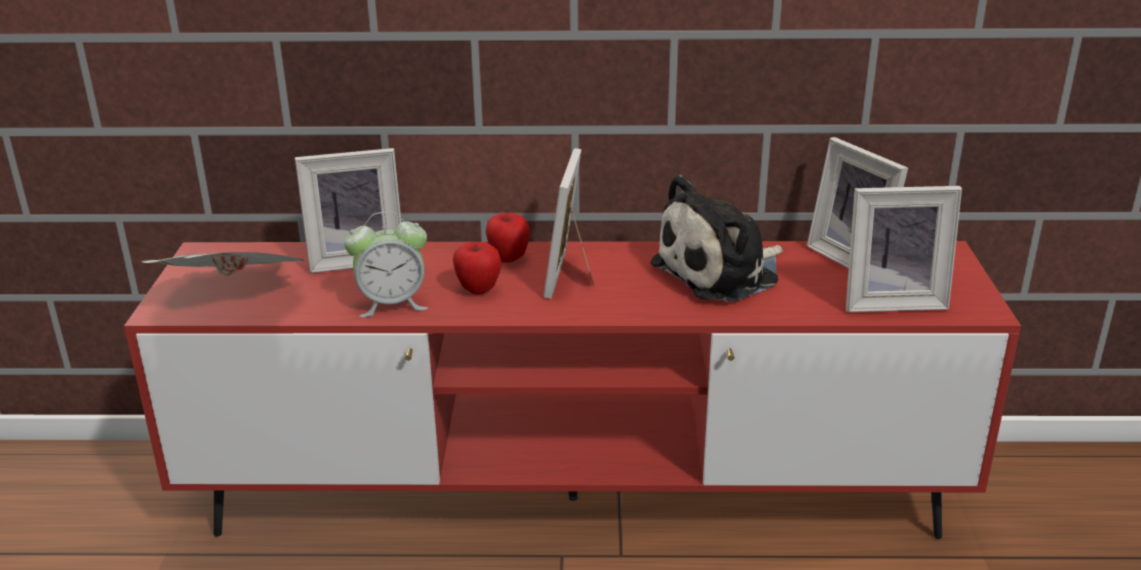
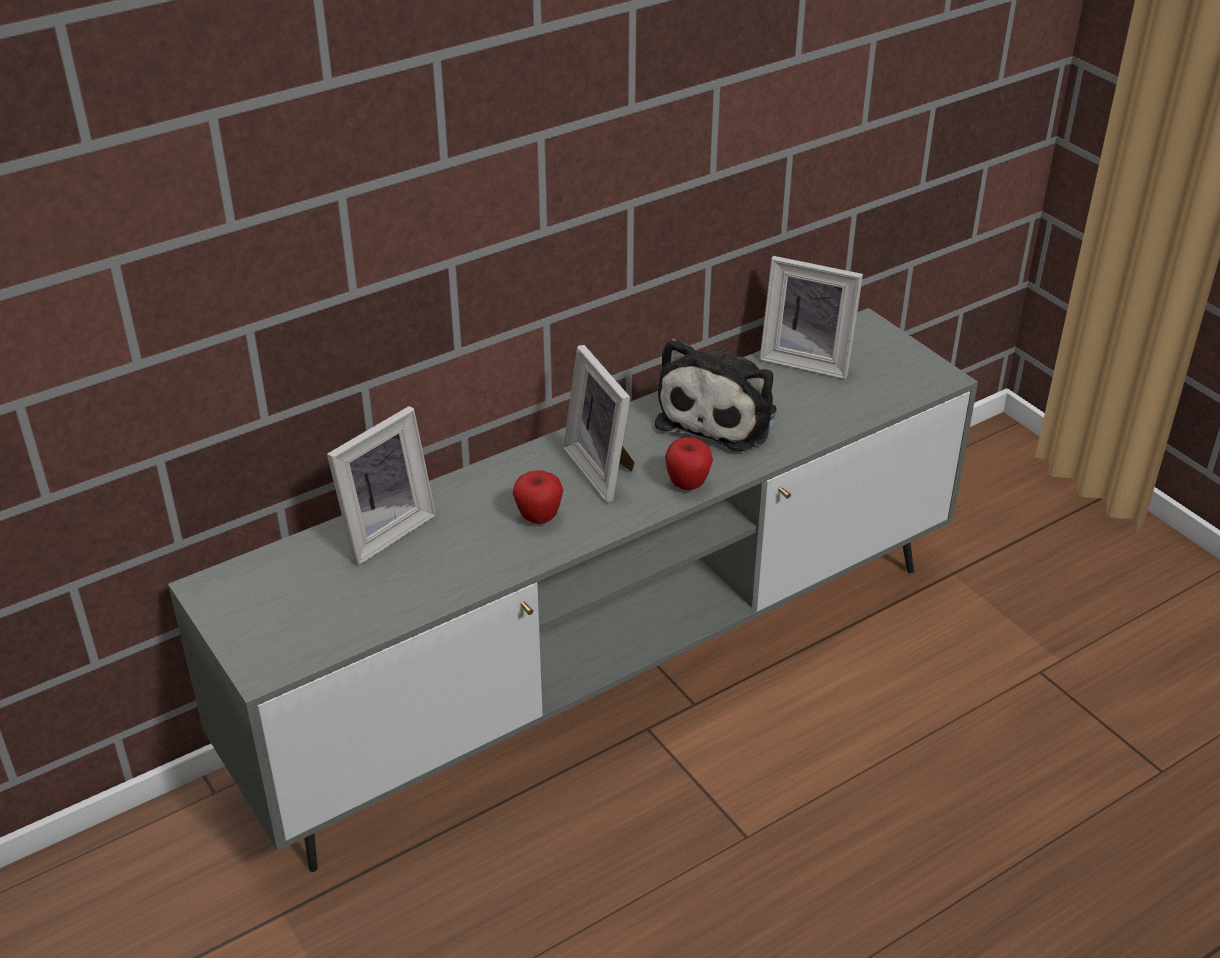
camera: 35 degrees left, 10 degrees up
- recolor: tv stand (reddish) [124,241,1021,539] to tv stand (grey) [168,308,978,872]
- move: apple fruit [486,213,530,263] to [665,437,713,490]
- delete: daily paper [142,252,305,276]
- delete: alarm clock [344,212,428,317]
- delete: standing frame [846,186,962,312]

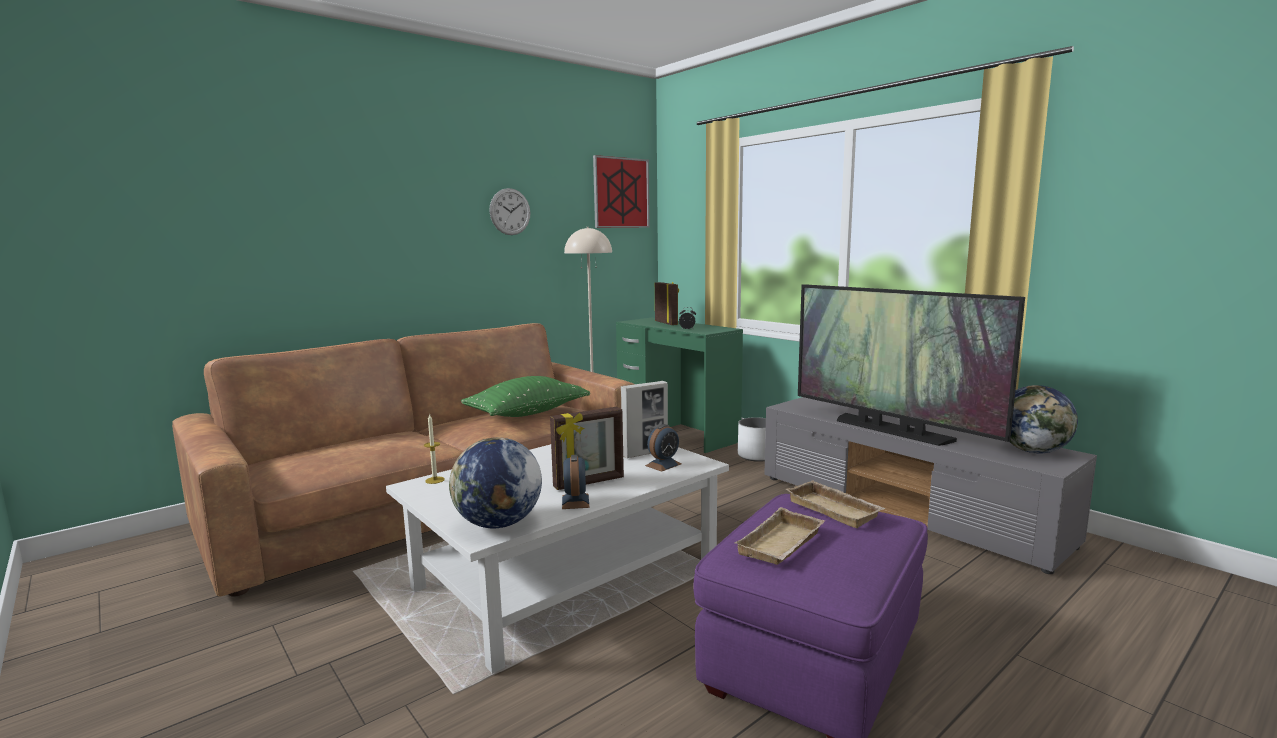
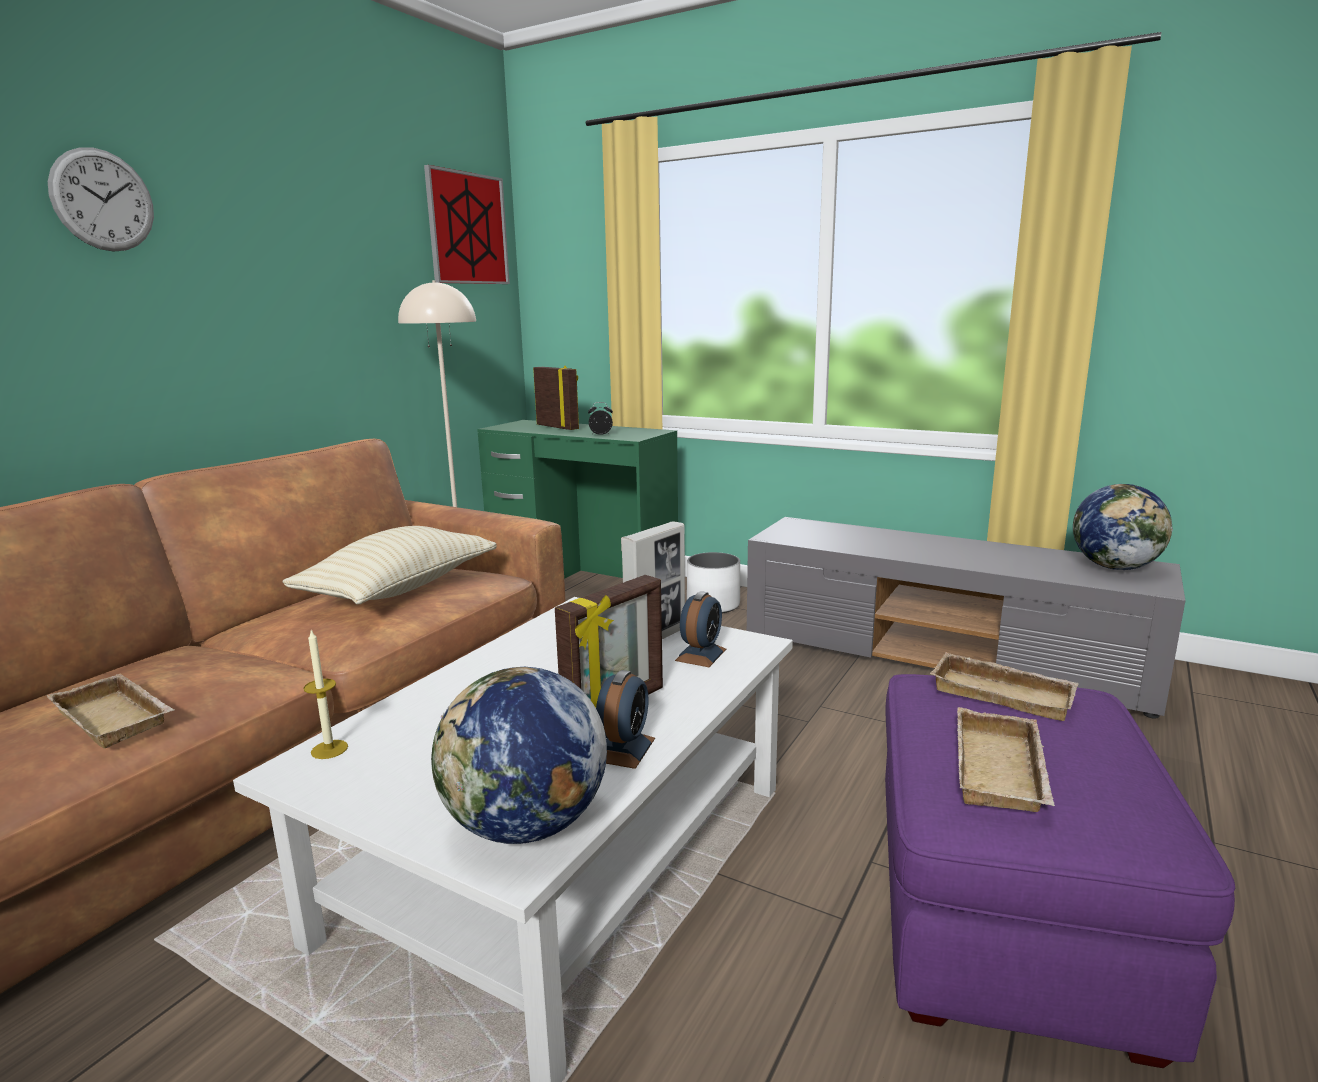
camera: 20 degrees left, 5 degrees up
- insert: tray (beige-coloured) [47,673,174,748]
- move: hanging clock [489,188,530,235] to [48,147,154,252]
- recolor: throw pillow (greenish) [461,376,590,417] to throw pillow (beige-coloured) [282,526,497,604]
- rotate: alarm clock [562,455,590,509] = [596,670,655,769] 45 degrees clockwise
- delete: TV [798,284,1025,446]

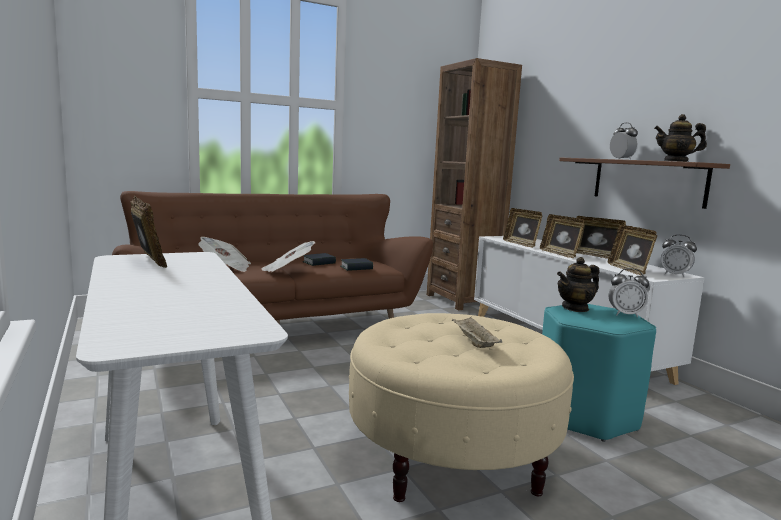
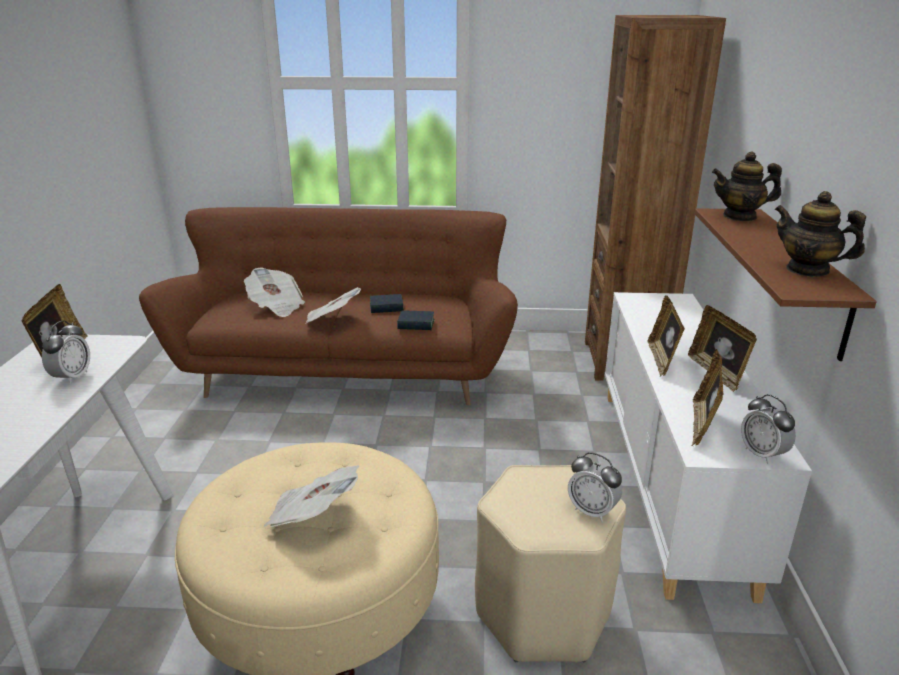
camera: 30 degrees right, 15 degrees up
- move: alarm clock [610,122,638,160] to [42,320,90,384]
- replace: tray (beige-coloured) [452,317,502,348] to daily paper [263,465,359,527]
- recolor: sitting stool (turquoise-coloured) [542,304,656,442] to sitting stool (beige-coloured) [475,465,626,662]
- move: teapot [557,257,599,312] to [712,152,782,221]
- delete: standing frame [503,208,542,248]

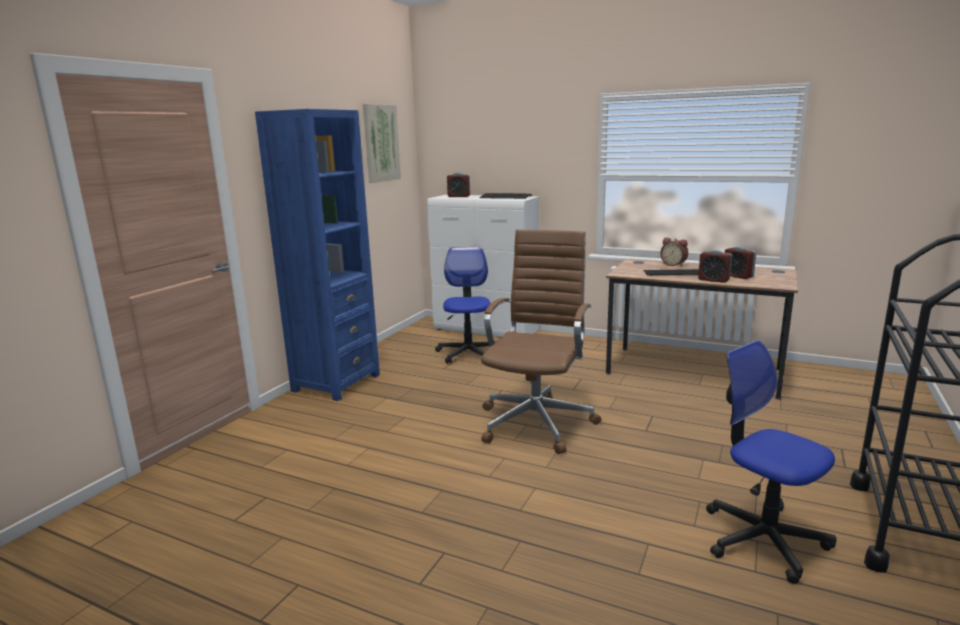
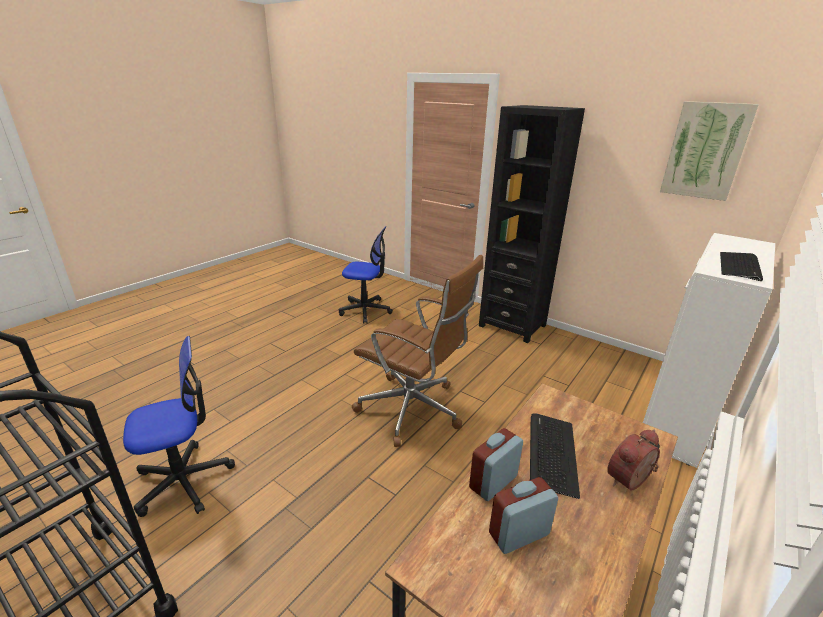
camera: 100 degrees right, 10 degrees up
- move: office chair [435,247,497,364] to [339,226,393,324]
- recolor: bookshelf (blue) [255,109,380,401] to bookshelf (black) [479,105,585,343]
- delete: alarm clock [447,173,470,197]

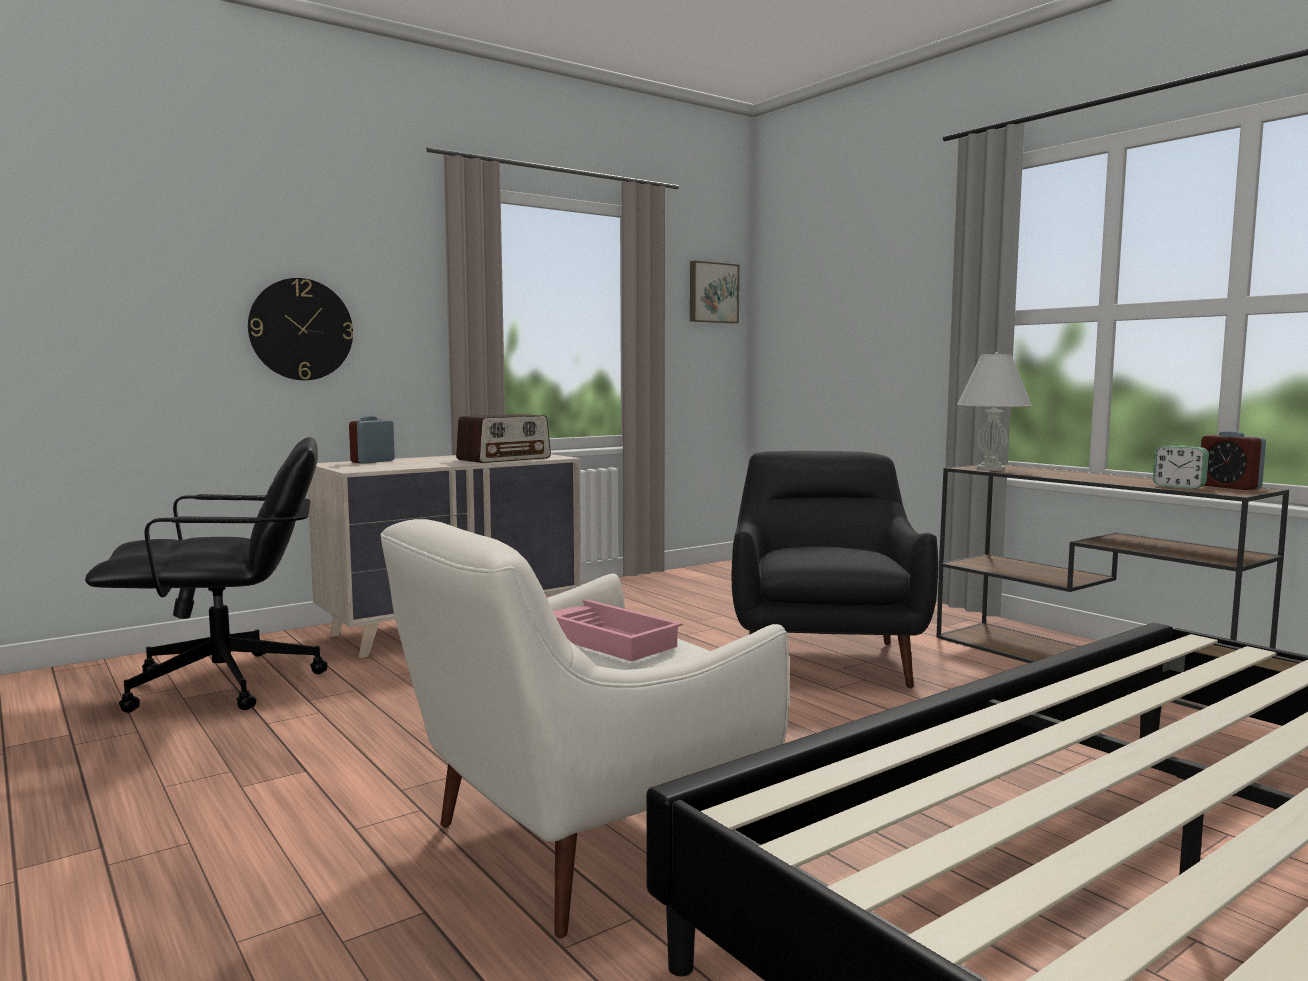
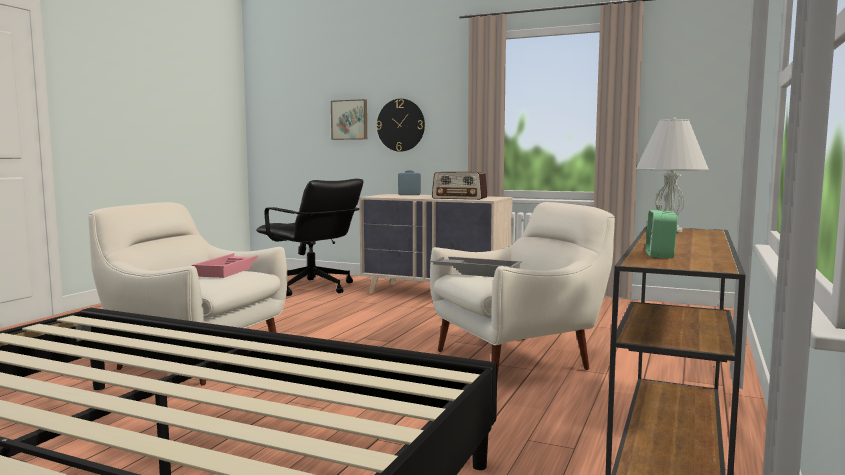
camera: 60 degrees right, 0 degrees up
- move: wall picture [690,261,740,323] to [331,99,367,140]
- recolor: lounge chair (black) [732,451,938,688] to lounge chair (white-coloured) [430,202,615,377]
- insert: tray (grey) [431,257,522,277]
- delete: alarm clock [1201,431,1266,490]

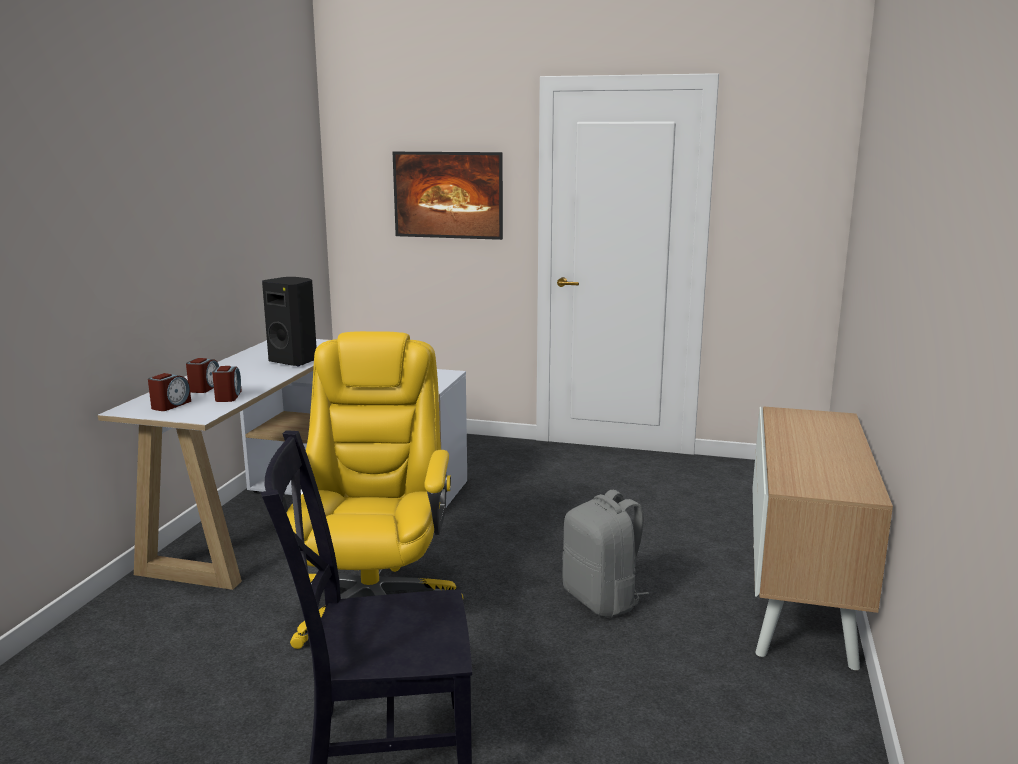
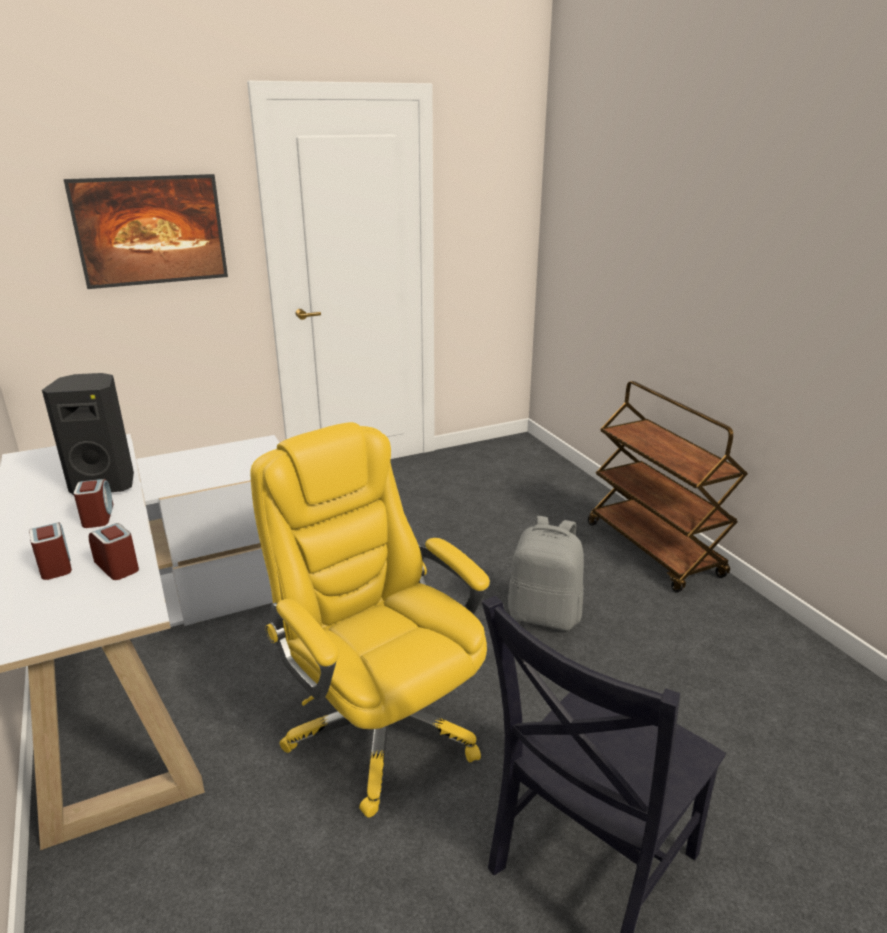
camera: 40 degrees left, 10 degrees up
- move: alarm clock [148,373,191,411] to [74,479,114,528]
- replace: cabinet [753,406,893,670] to wheeled cart (brown-coloured) [588,381,748,593]

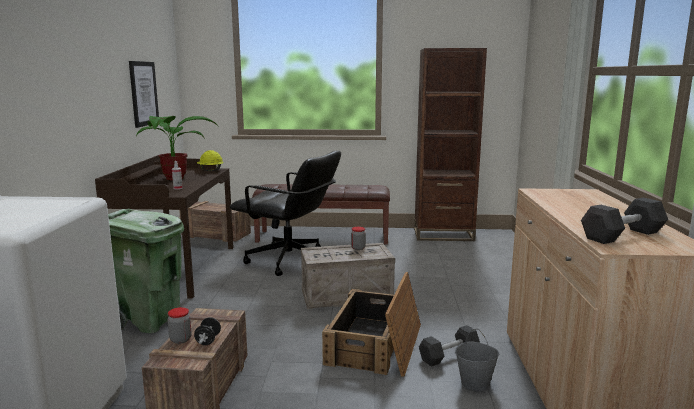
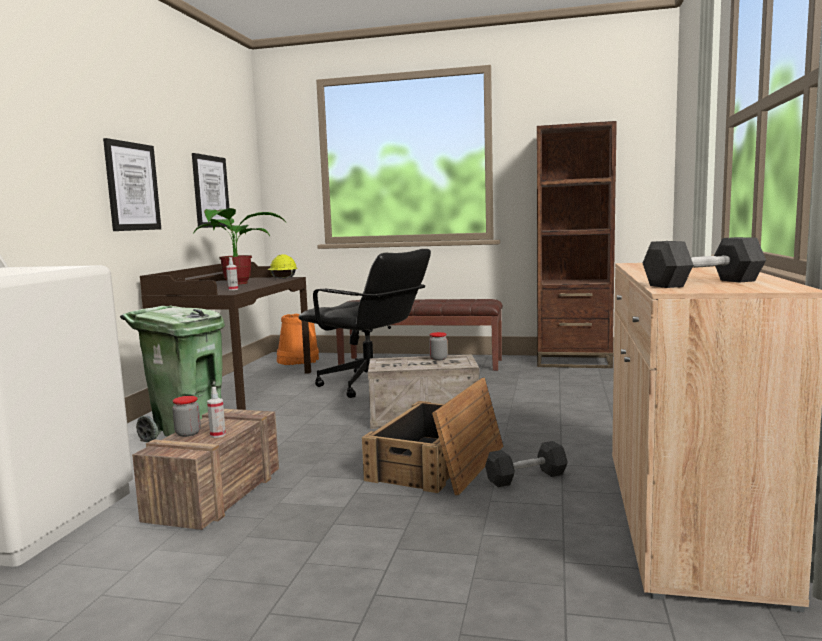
camera: 10 degrees right, 5 degrees down
- insert: wall picture [103,138,161,231]
- replace: dumbbell (black) [194,317,221,345] to sprayer [207,387,226,438]
- replace: packing crate [179,201,251,242] to pail (orange-coloured) [277,313,319,365]
- delete: pail (grey) [455,329,499,391]

